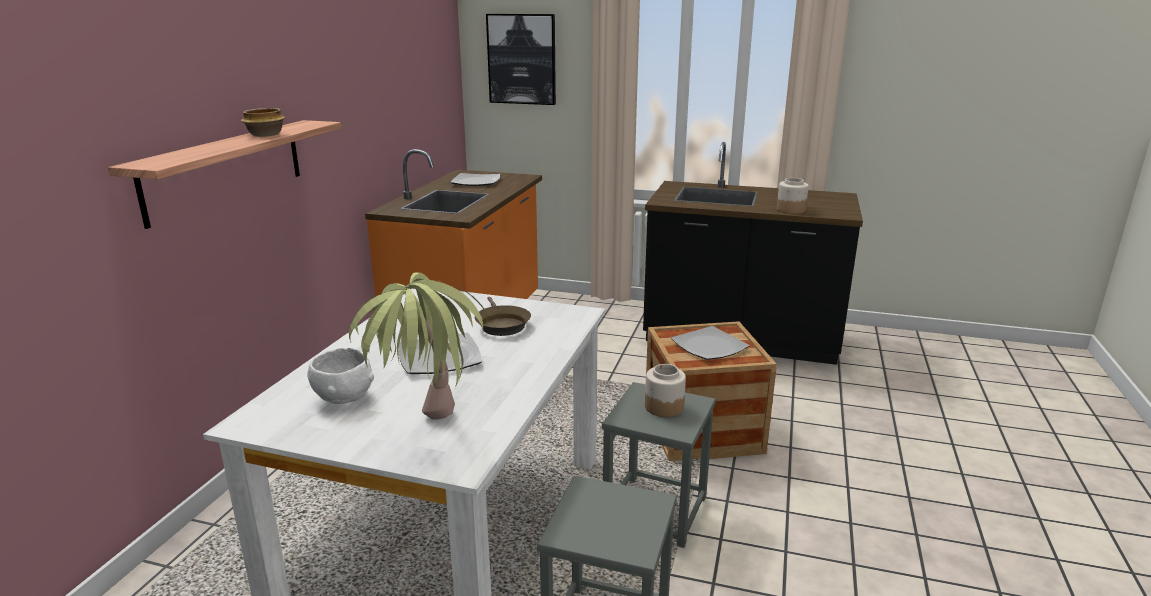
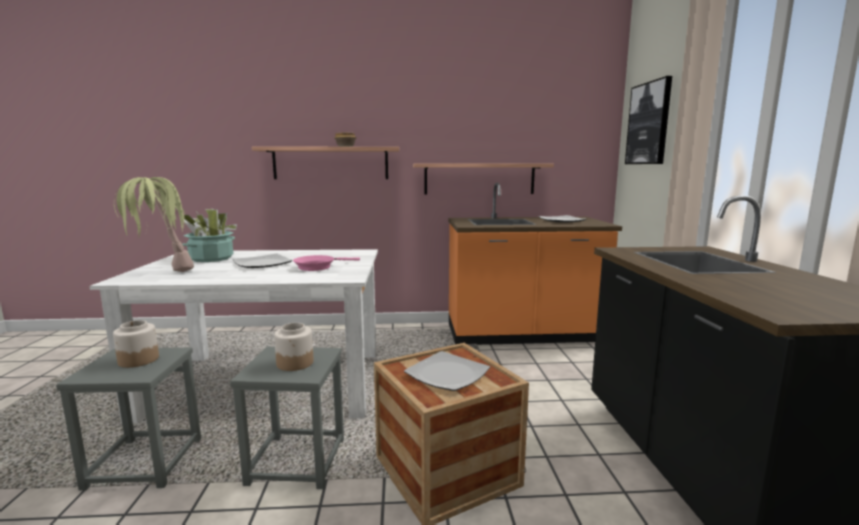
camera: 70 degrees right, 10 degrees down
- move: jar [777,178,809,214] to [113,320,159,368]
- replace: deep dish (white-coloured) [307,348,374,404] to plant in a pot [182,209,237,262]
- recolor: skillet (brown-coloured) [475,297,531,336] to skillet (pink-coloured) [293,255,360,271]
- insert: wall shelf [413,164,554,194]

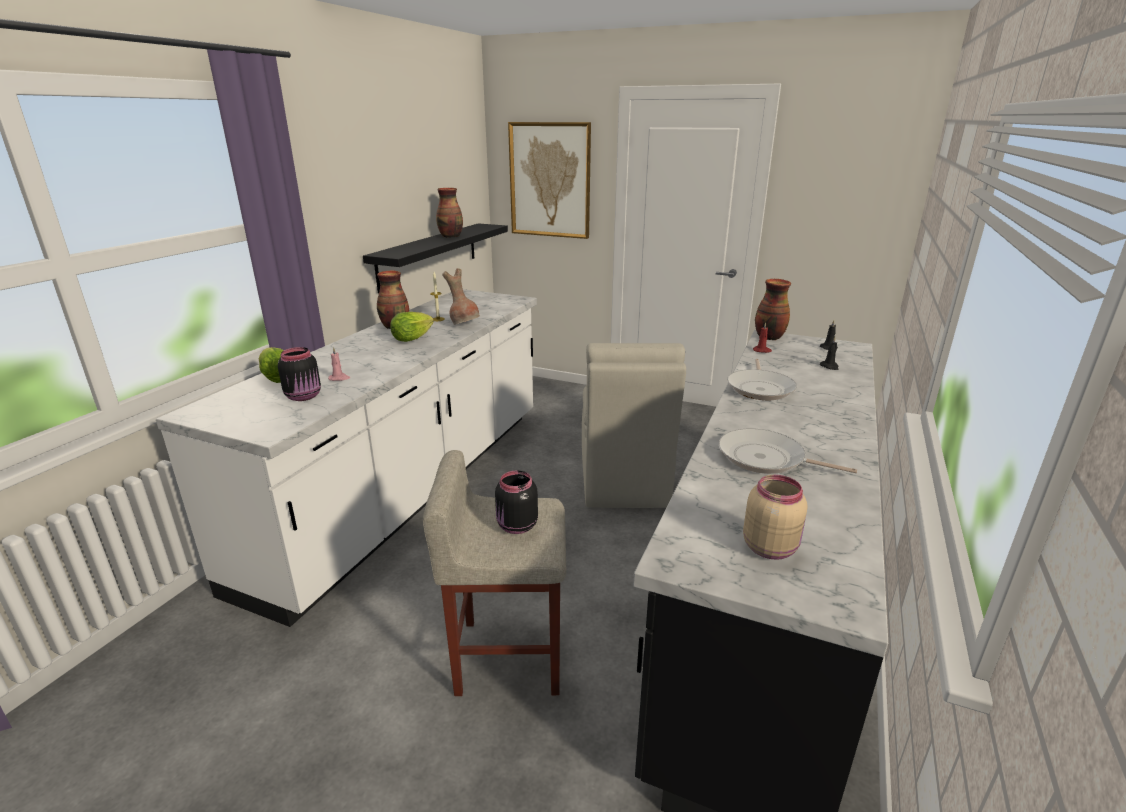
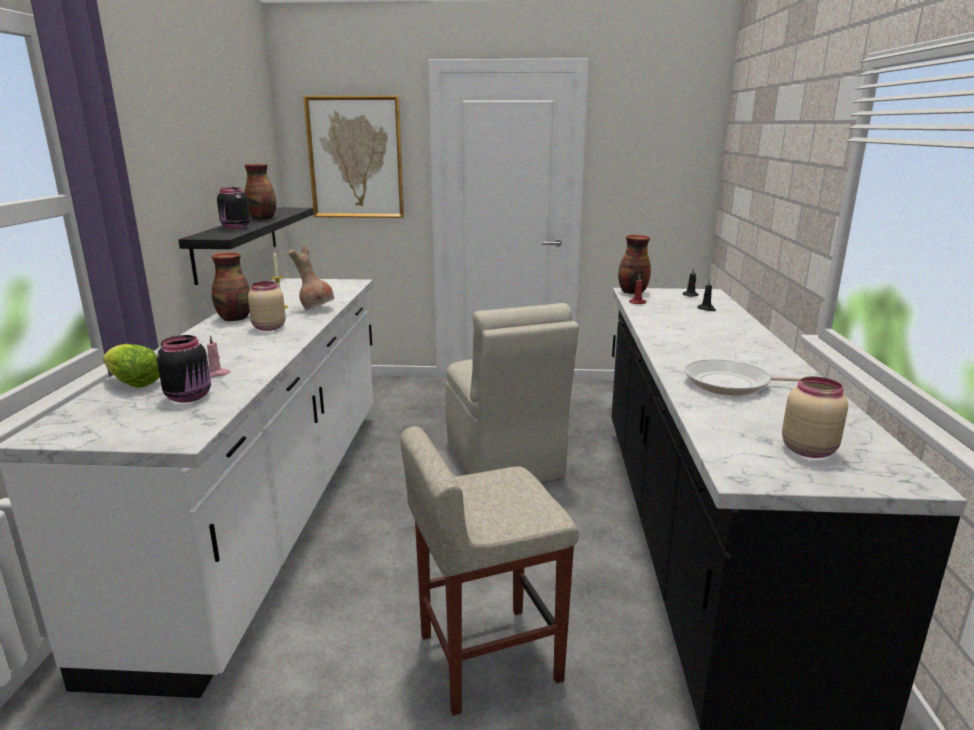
camera: 20 degrees left, 5 degrees down
- move: jar (black) [495,471,538,534] to [217,187,250,229]
- replace: head of lettuce [390,312,434,342] to jar (beige-coloured) [248,281,286,331]
- delete: skillet [727,359,797,400]

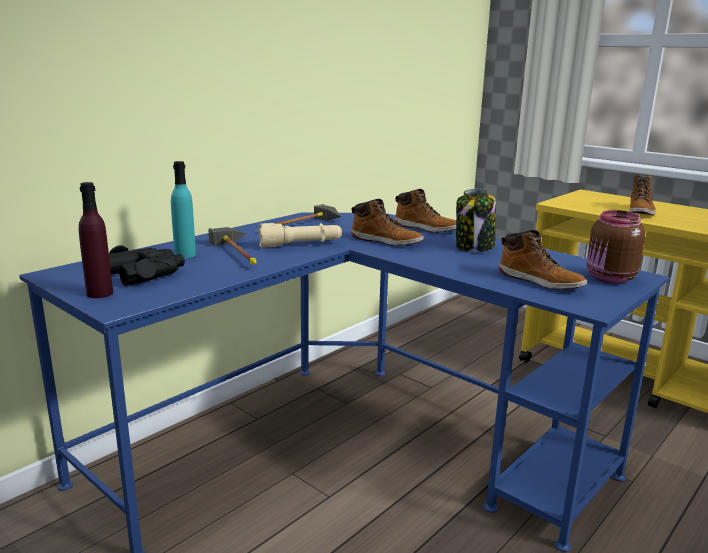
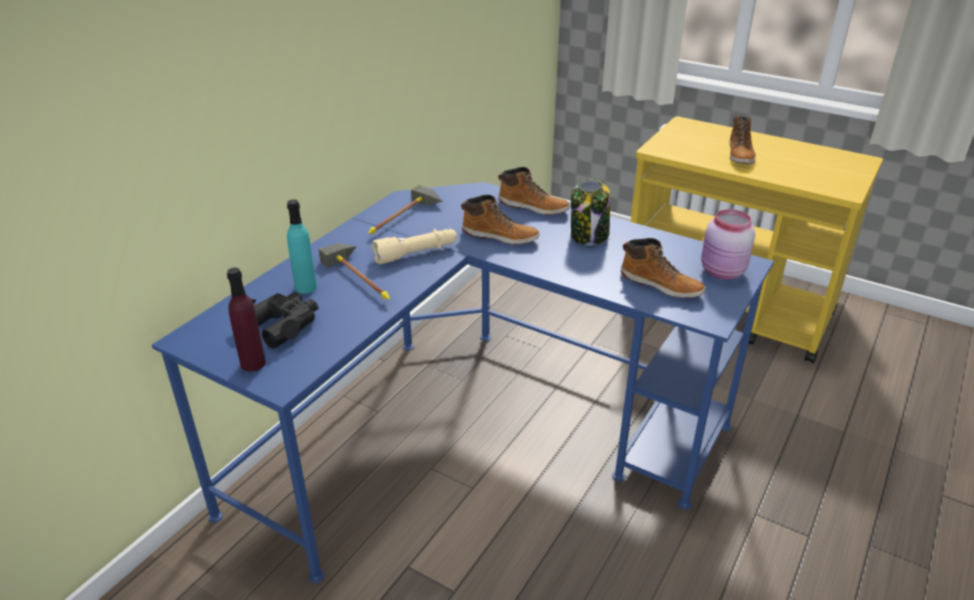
camera: 10 degrees left, 15 degrees up
- recolor: jar (brown-coloured) [587,210,645,284] to jar (pink-coloured) [701,209,755,279]

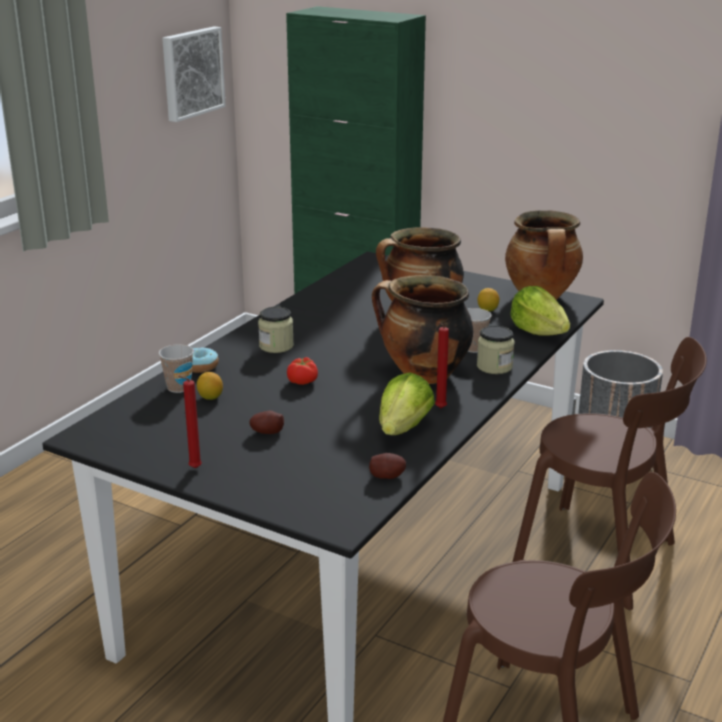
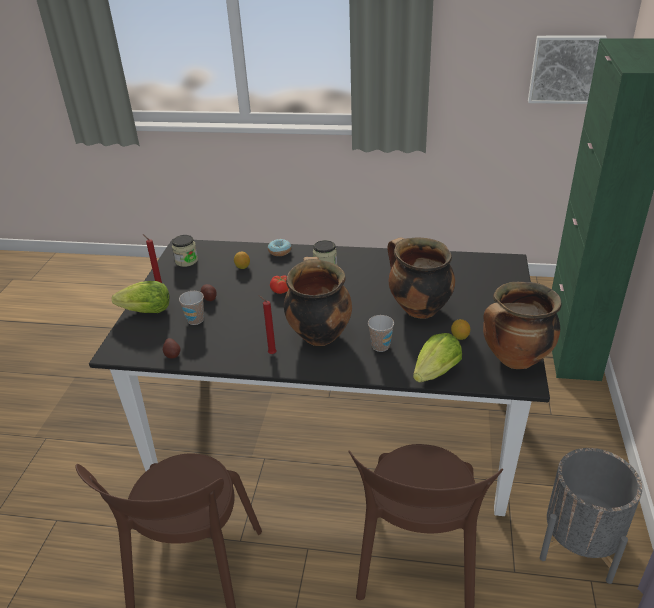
camera: 70 degrees right, 10 degrees up
- move: head of lettuce [379,372,435,435] to [112,281,170,313]
- move: jar [477,326,514,374] to [172,235,198,267]
- move: cup [159,345,194,393] to [179,291,204,325]

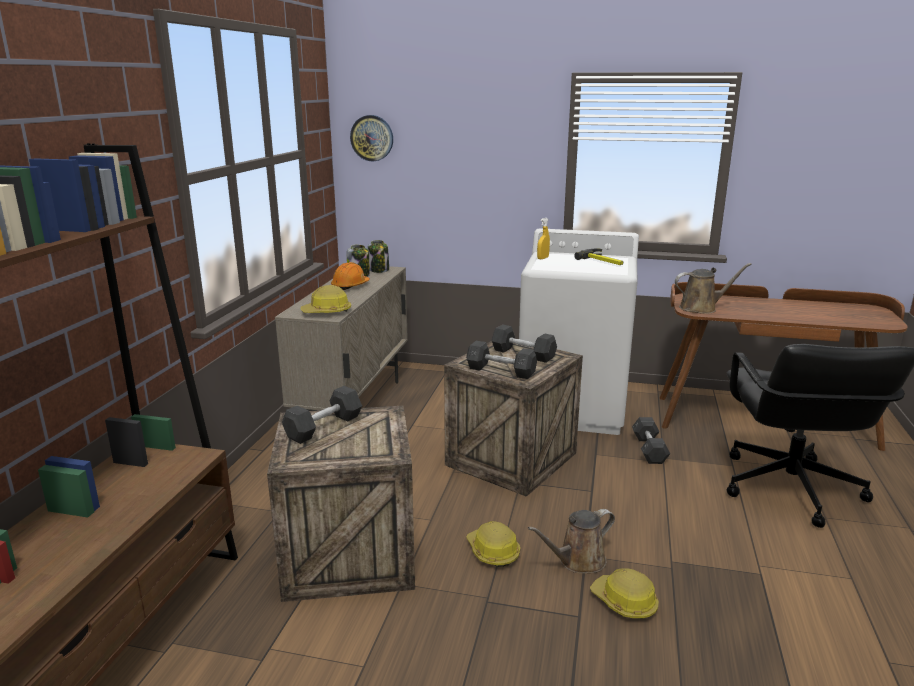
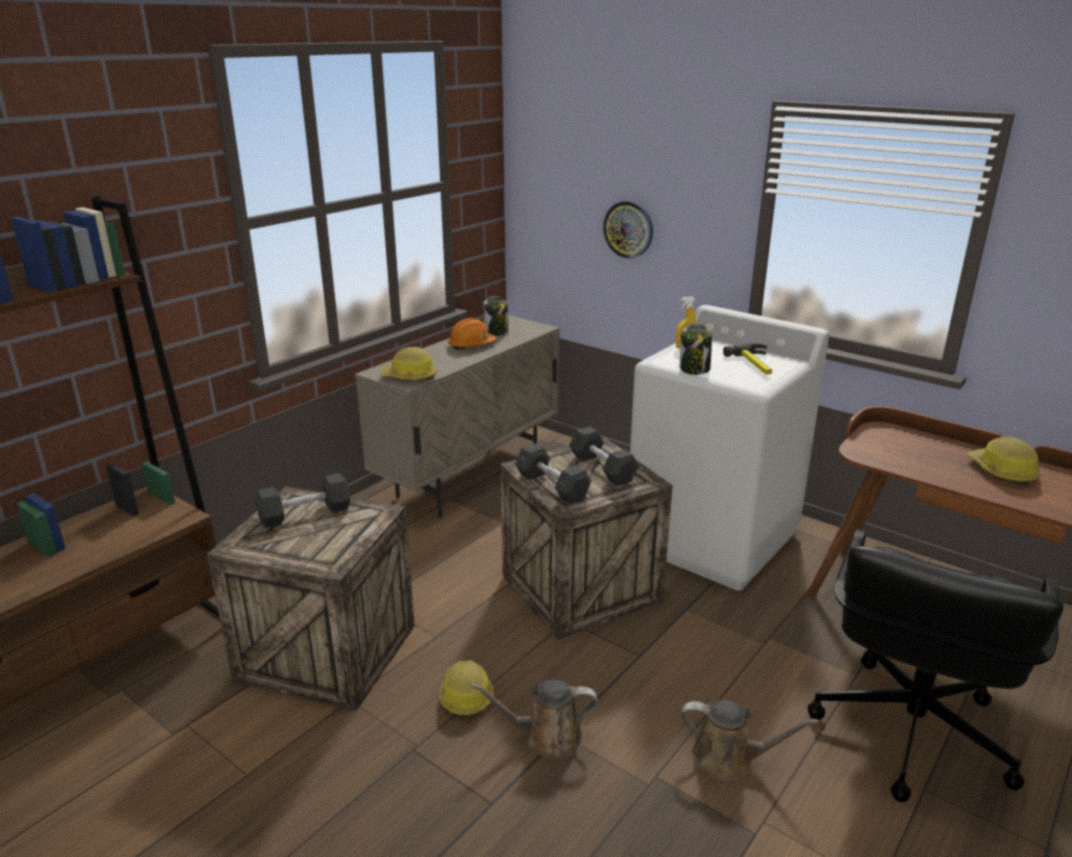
camera: 25 degrees right, 5 degrees up
- move: hanging clock [350,115,393,161] to [603,201,653,258]
- move: jar [368,240,389,273] to [680,323,712,375]
- move: sprinkling can (brown-coloured) [675,263,752,314] to [680,700,819,781]
- move: safety helmet [590,568,659,619] to [967,436,1040,485]
- delete: dumbbell (grey) [632,417,670,464]

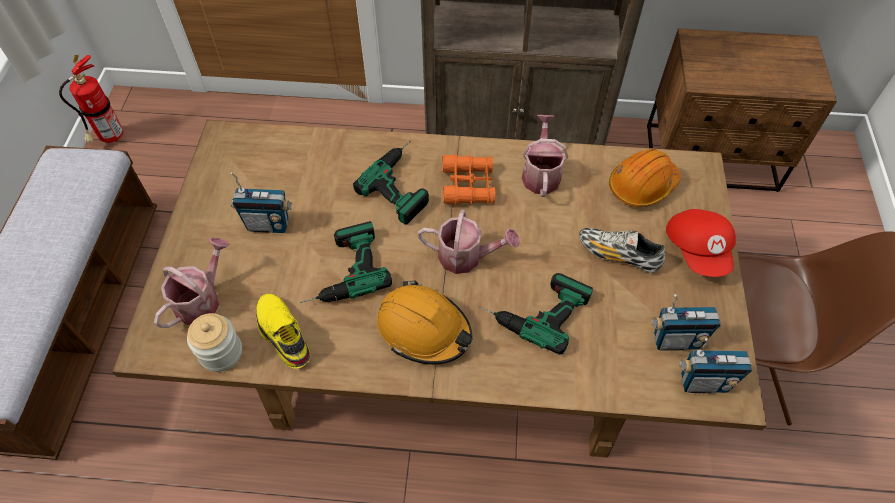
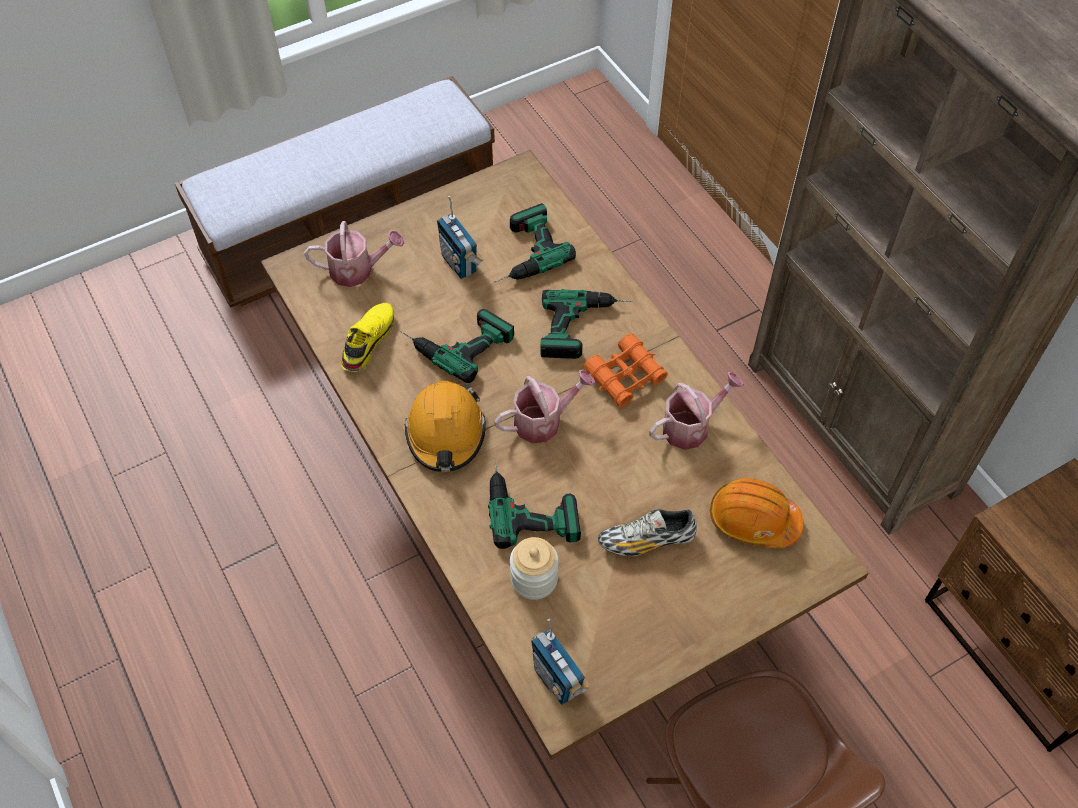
camera: 55 degrees right, 0 degrees up
- rotate: sprinkling can [418,210,520,274] = [494,370,596,444] 90 degrees counterclockwise
- insert: power drill [495,203,576,282]
- move: jar [187,313,242,372] to [510,537,558,600]
- rotate: low shoe [579,228,665,273] = [598,509,697,556] 90 degrees counterclockwise
- delete: fire extinguisher [59,55,123,143]
- delete: radio [651,294,721,351]
- delete: peaked cap (reddish) [666,209,736,277]

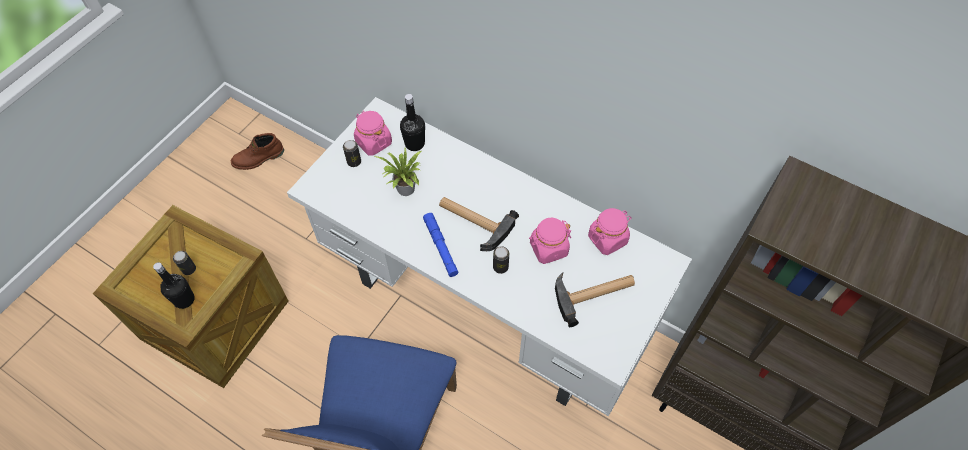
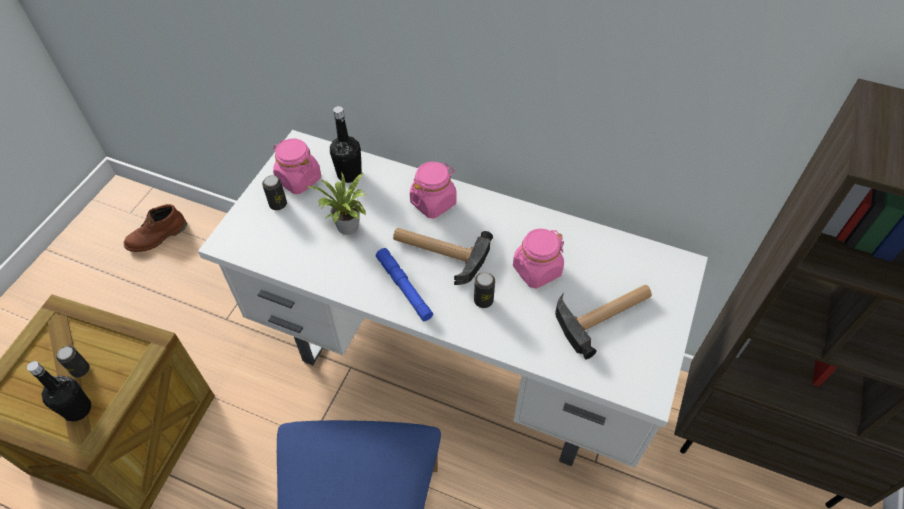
camera: 10 degrees left, 5 degrees down
- move: jar (pink-coloured) [588,208,632,255] to [410,162,457,219]

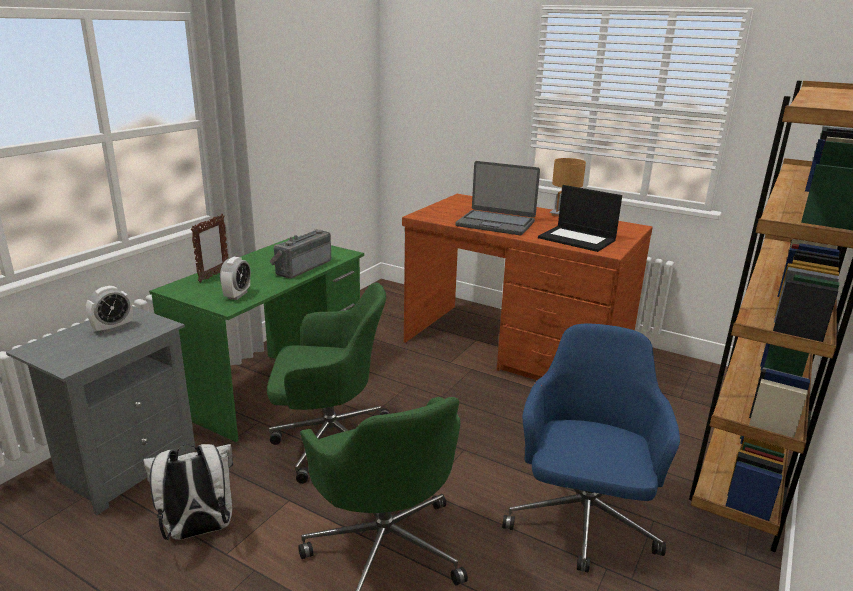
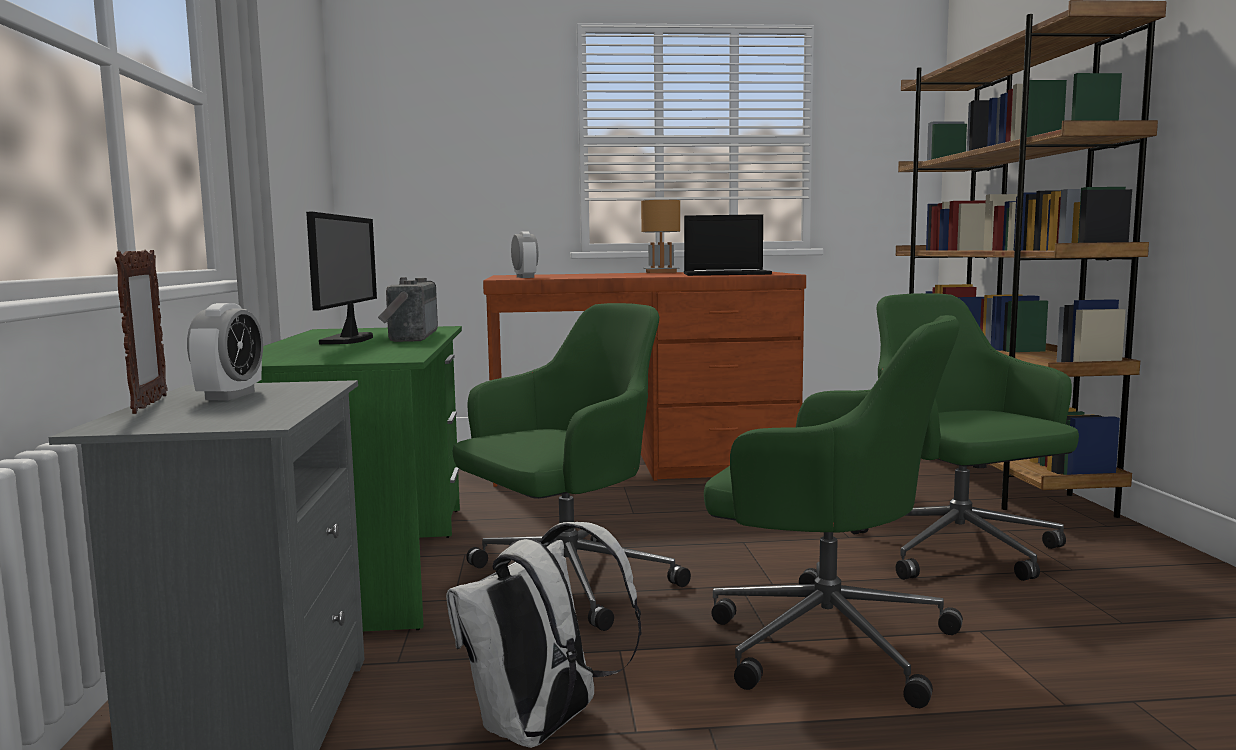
camera: 35 degrees left, 15 degrees down
- move: standing frame [191,214,228,283] to [115,250,168,414]
- insert: computer display [306,212,377,344]
- move: alarm clock [220,257,251,300] to [511,231,538,278]
- recolor: office chair (blue) [502,324,680,572] to office chair (greenish) [850,293,1079,581]
- delete: portable computer [455,161,540,235]

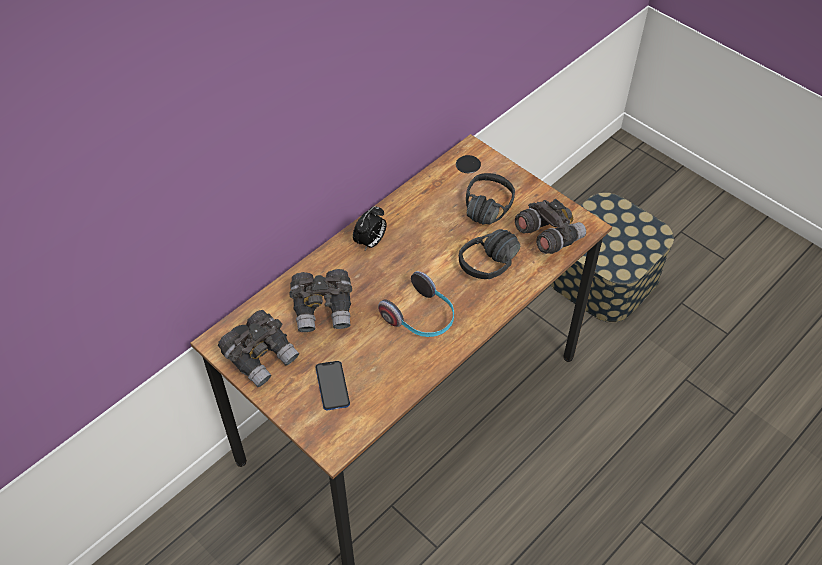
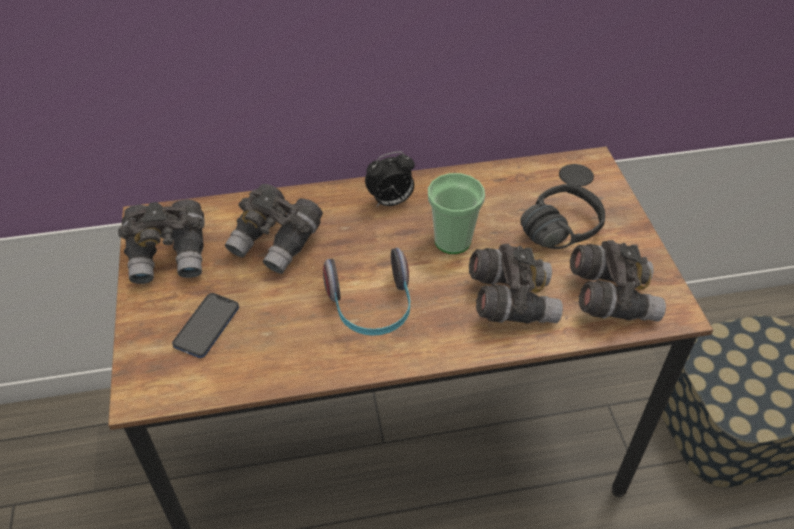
camera: 35 degrees right, 5 degrees down
- insert: cup [428,173,485,254]
- replace: headset (black) [459,229,520,279] to pair of binoculars (grey) [469,243,563,323]

